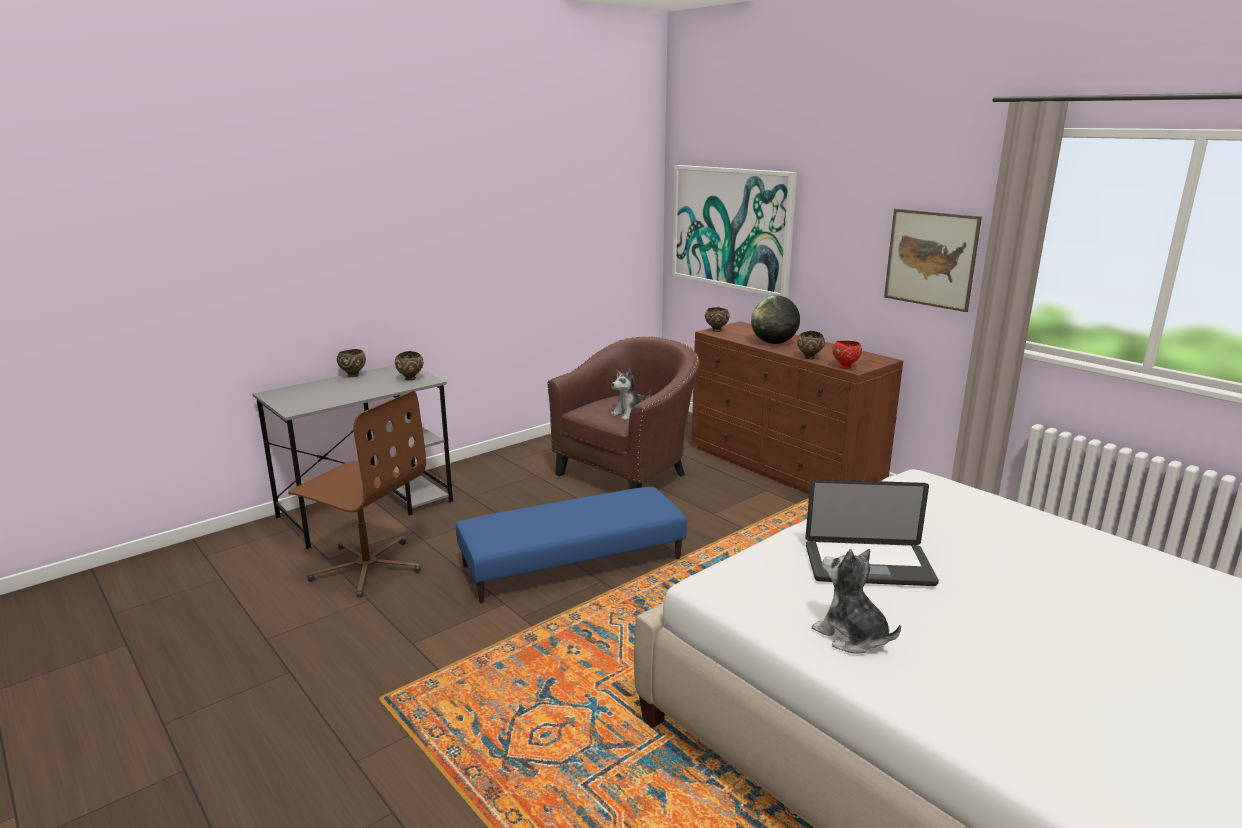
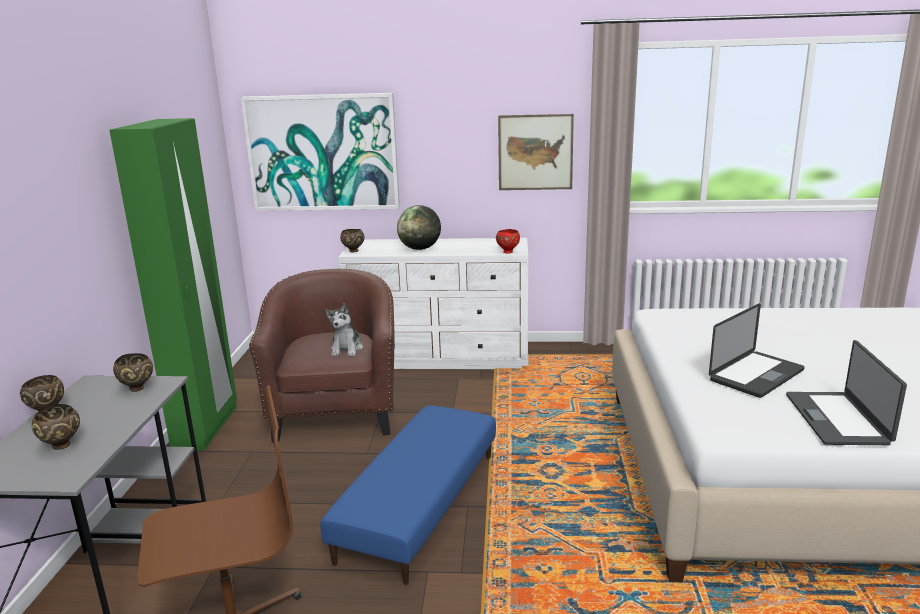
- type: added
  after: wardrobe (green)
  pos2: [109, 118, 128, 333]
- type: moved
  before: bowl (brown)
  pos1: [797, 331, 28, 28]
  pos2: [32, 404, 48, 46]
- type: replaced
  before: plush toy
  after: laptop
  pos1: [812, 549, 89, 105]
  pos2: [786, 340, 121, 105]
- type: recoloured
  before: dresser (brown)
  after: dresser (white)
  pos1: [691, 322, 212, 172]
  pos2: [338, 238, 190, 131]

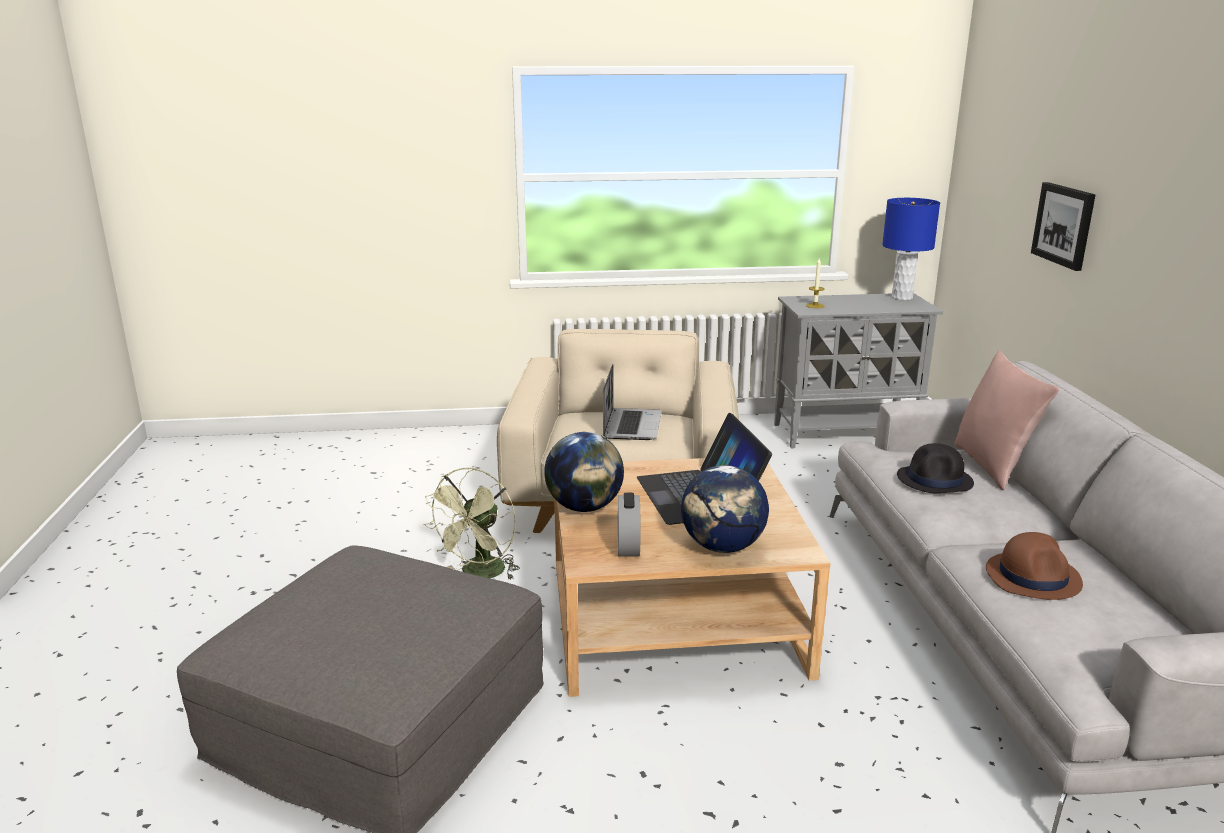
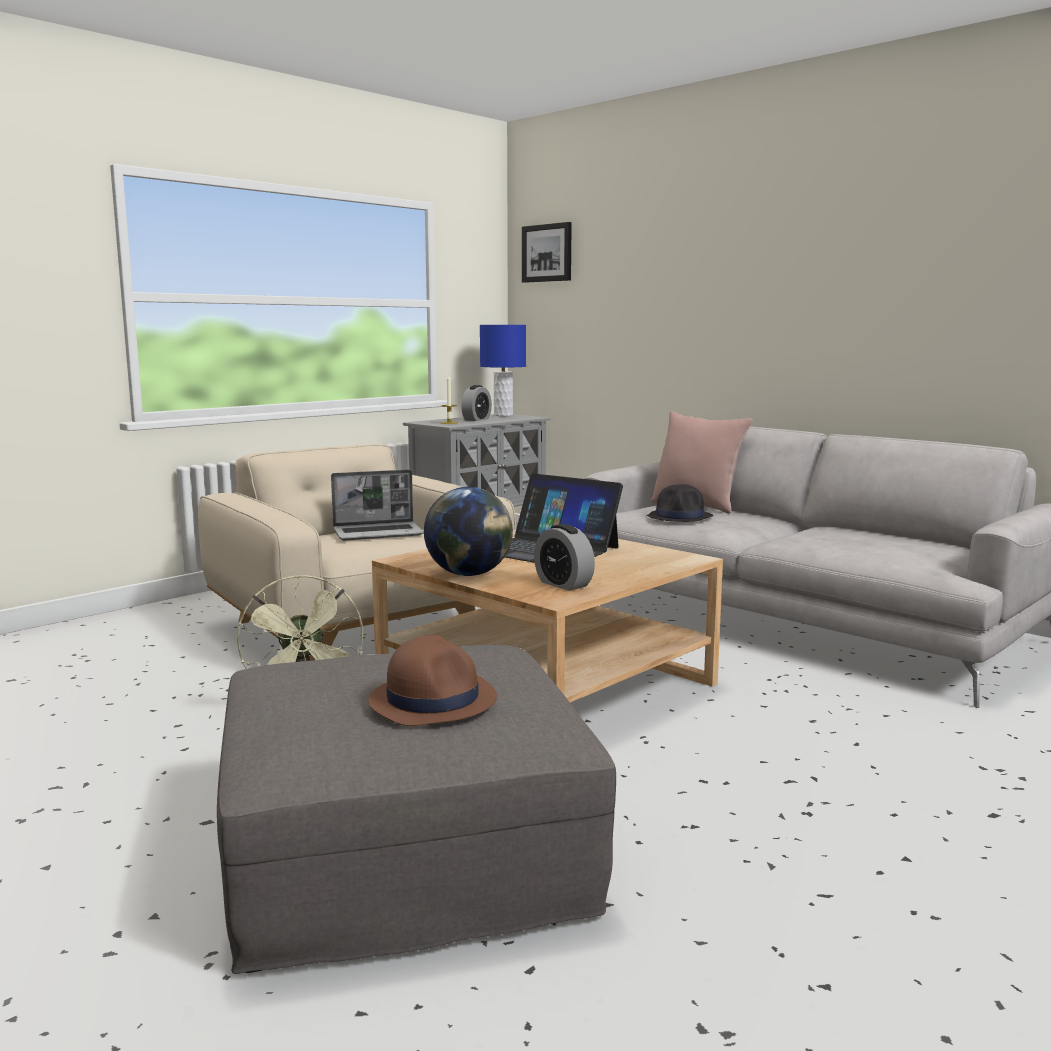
- type: removed
  before: globe
  pos1: [681, 465, 88, 88]
- type: added
  after: alarm clock
  pos2: [461, 385, 31, 36]
- type: moved
  before: hat (brown)
  pos1: [986, 532, 97, 68]
  pos2: [368, 635, 129, 91]
- type: moved
  before: picture
  pos1: [1031, 182, 65, 89]
  pos2: [522, 222, 50, 61]
- type: turned
  before: laptop
  pos1: [603, 364, 59, 76]
  pos2: [331, 470, 93, 70]
  turn: 105

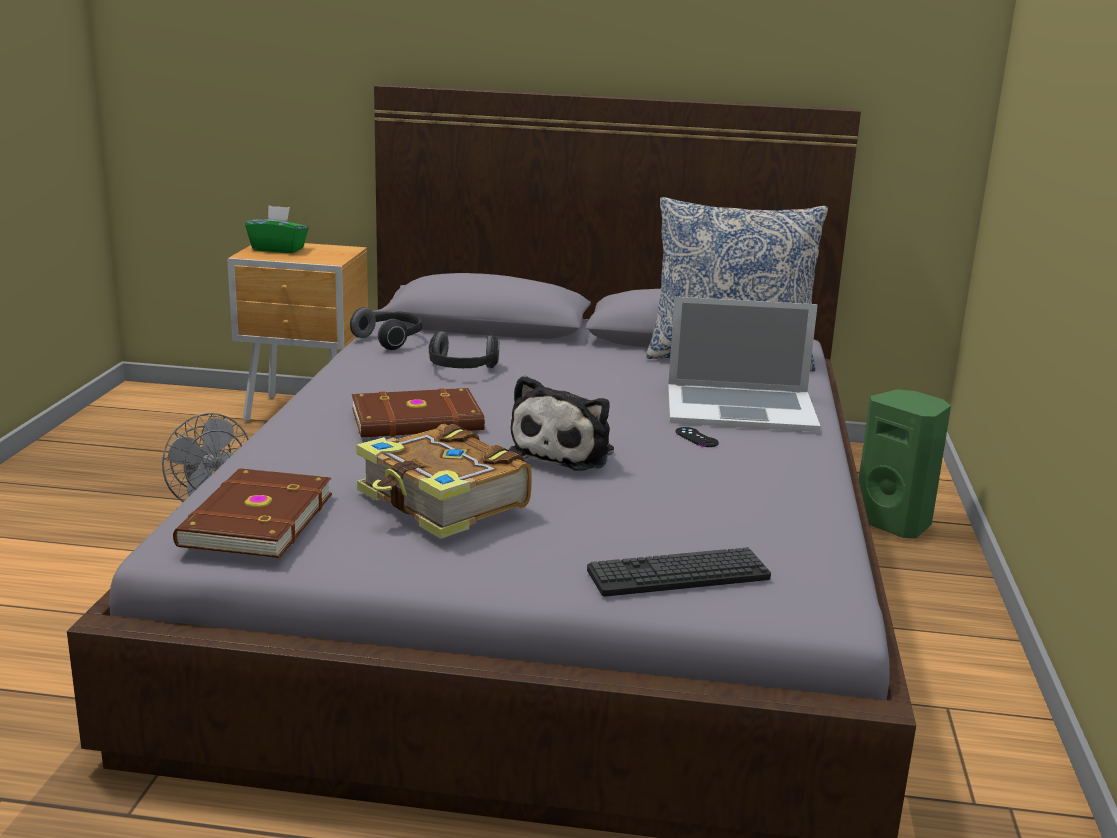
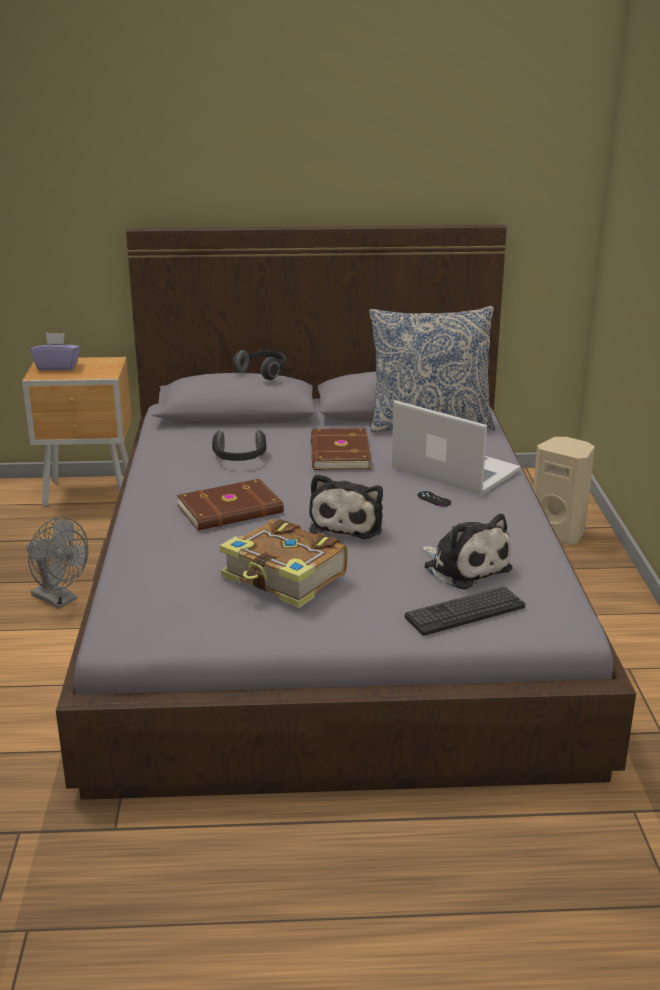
- type: added
  after: plush toy
  pos2: [421, 514, 92, 76]
- type: moved
  before: book (brown)
  pos1: [173, 468, 159, 90]
  pos2: [311, 428, 60, 42]
- type: moved
  before: headphones
  pos1: [350, 307, 72, 43]
  pos2: [233, 350, 53, 30]
- type: recoloured
  before: tissue box (green)
  after: tissue box (purple)
  pos1: [245, 205, 64, 48]
  pos2: [30, 333, 50, 38]
- type: recoloured
  before: speaker (green)
  after: speaker (beige)
  pos1: [859, 389, 92, 149]
  pos2: [533, 437, 62, 108]
- type: turned
  before: laptop
  pos1: [668, 297, 152, 135]
  pos2: [392, 400, 129, 96]
  turn: -135

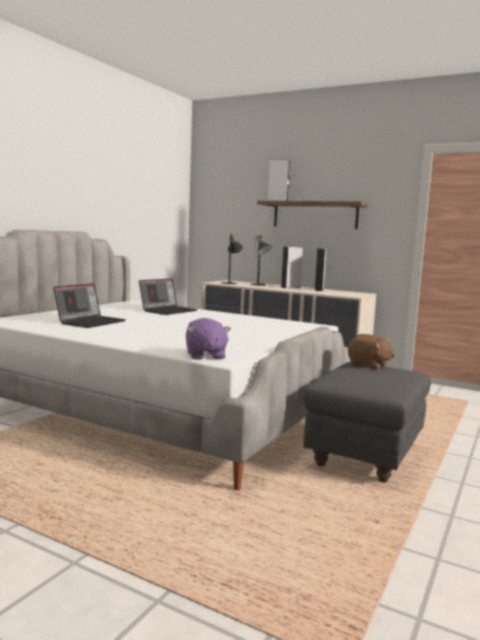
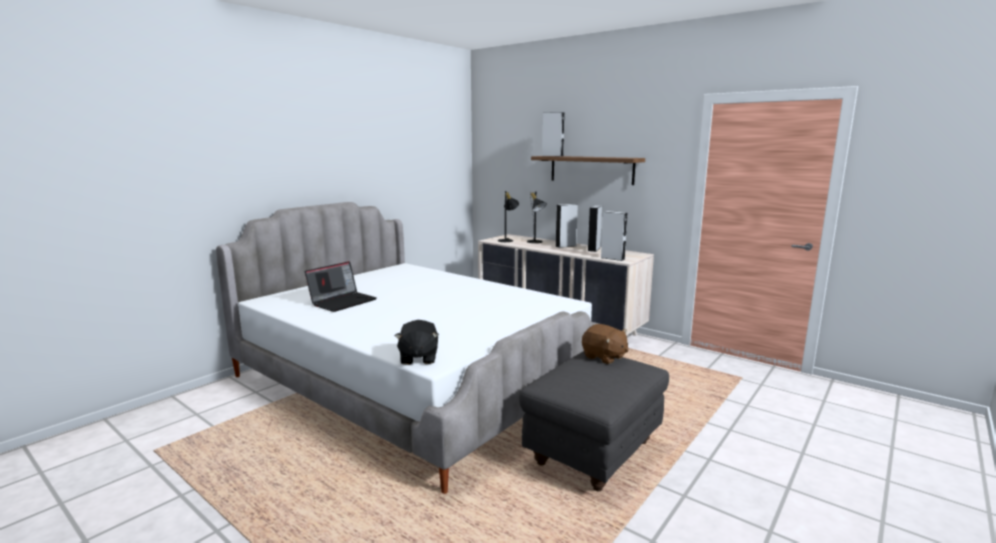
- type: removed
  before: laptop
  pos1: [139, 278, 59, 37]
- type: added
  after: speaker (grey)
  pos2: [601, 211, 26, 50]
- type: recoloured
  before: plush toy (purple)
  after: plush toy (black)
  pos1: [186, 318, 45, 42]
  pos2: [395, 320, 44, 45]

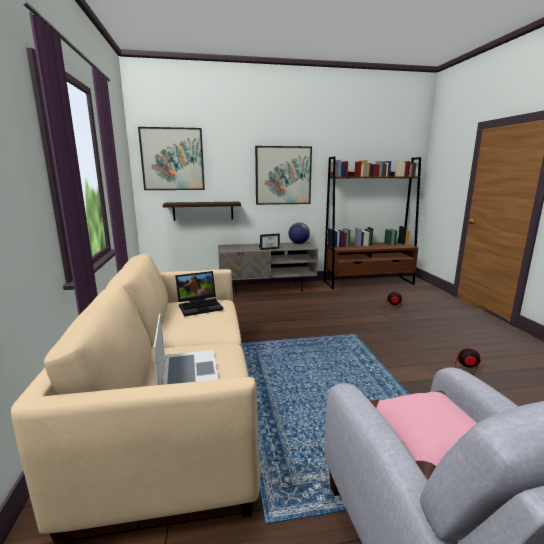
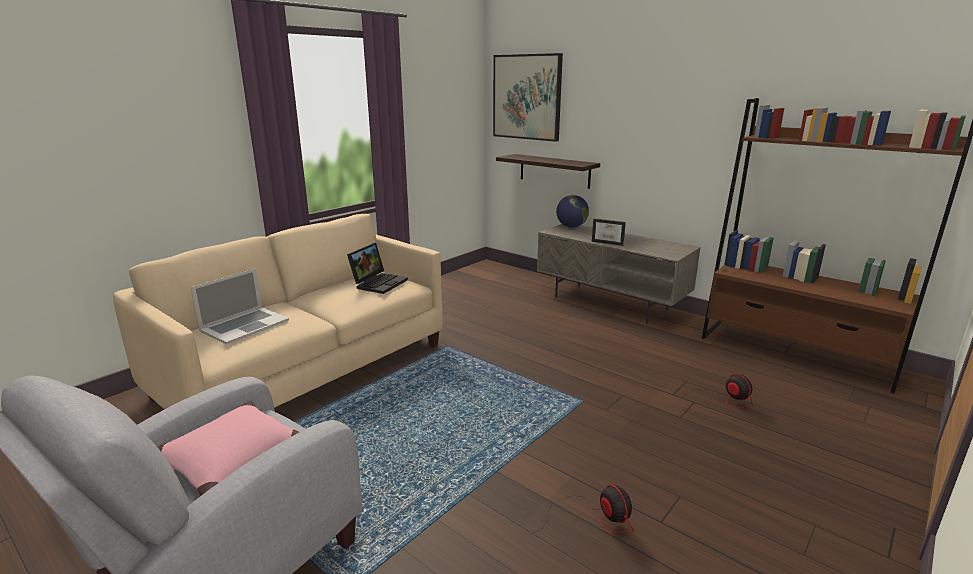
- type: removed
  before: picture
  pos1: [255, 146, 57, 59]
- type: moved
  before: globe
  pos1: [288, 222, 22, 22]
  pos2: [556, 195, 33, 33]
- type: turned
  before: laptop
  pos1: [175, 271, 48, 45]
  pos2: [347, 243, 61, 51]
  turn: -90

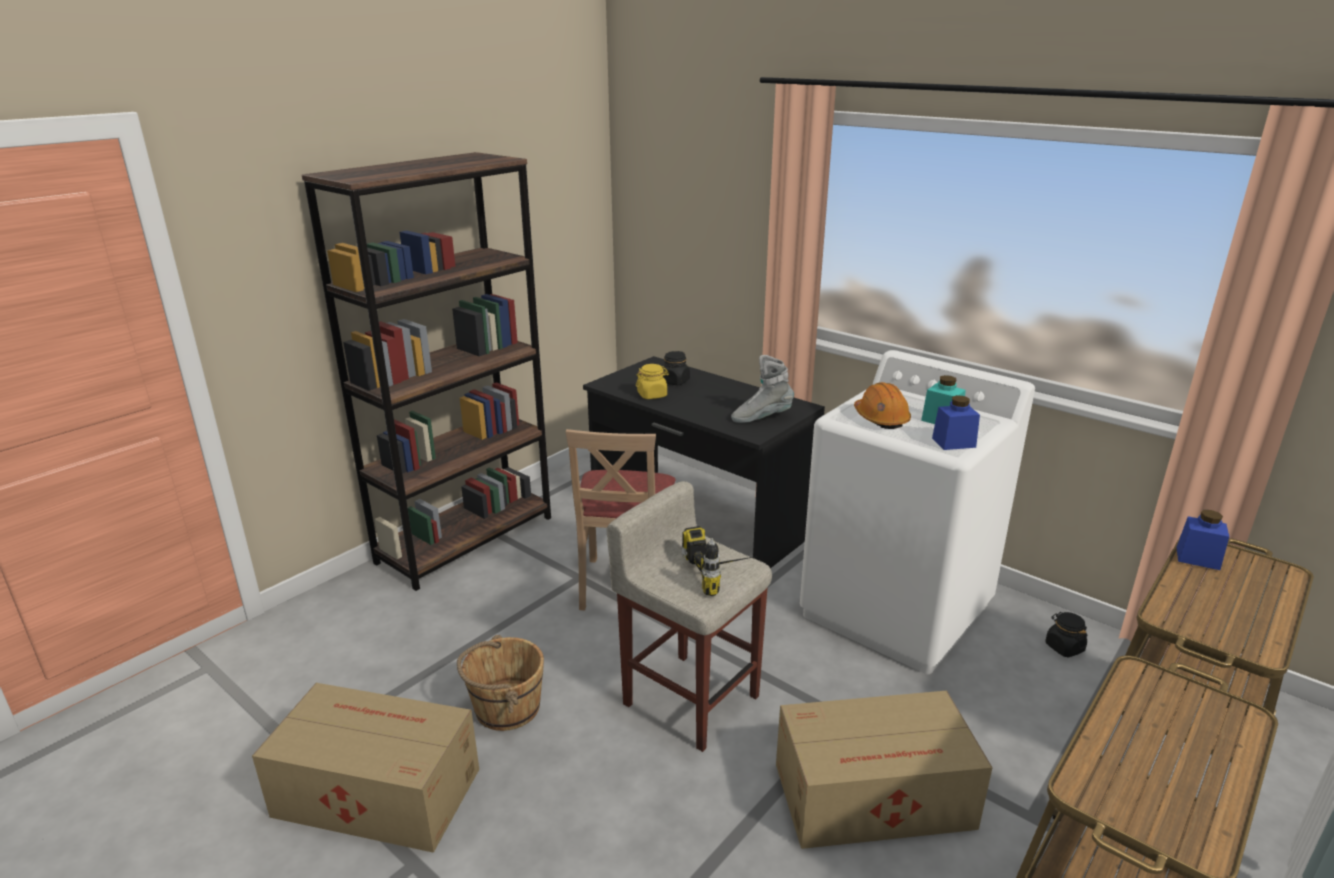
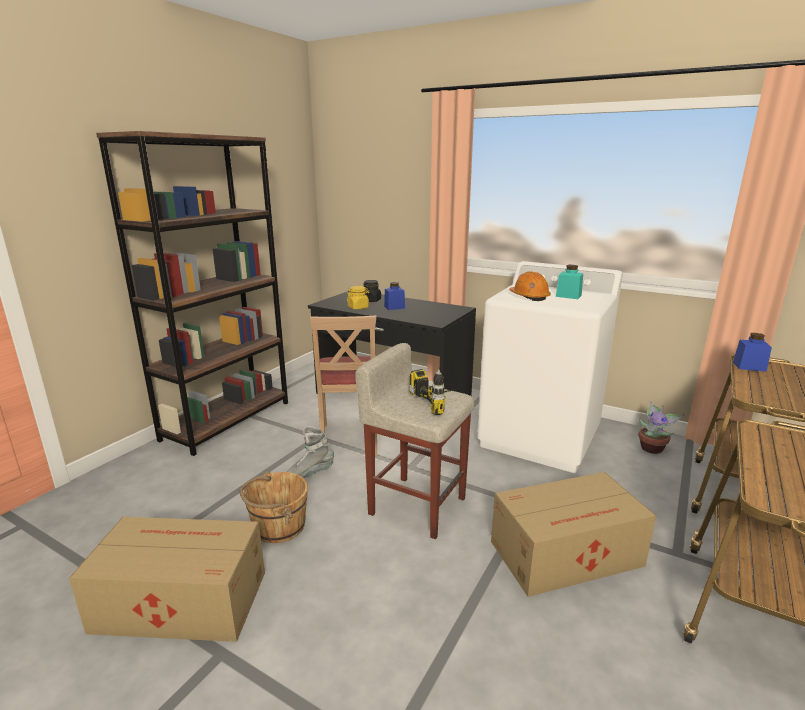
- type: moved
  before: boot (grey)
  pos1: [731, 355, 63, 68]
  pos2: [287, 426, 47, 52]
- type: moved
  before: jar (blue)
  pos1: [932, 395, 48, 55]
  pos2: [384, 282, 21, 28]
- type: replaced
  before: jar (black)
  after: potted plant
  pos1: [1045, 612, 42, 45]
  pos2: [638, 401, 47, 53]

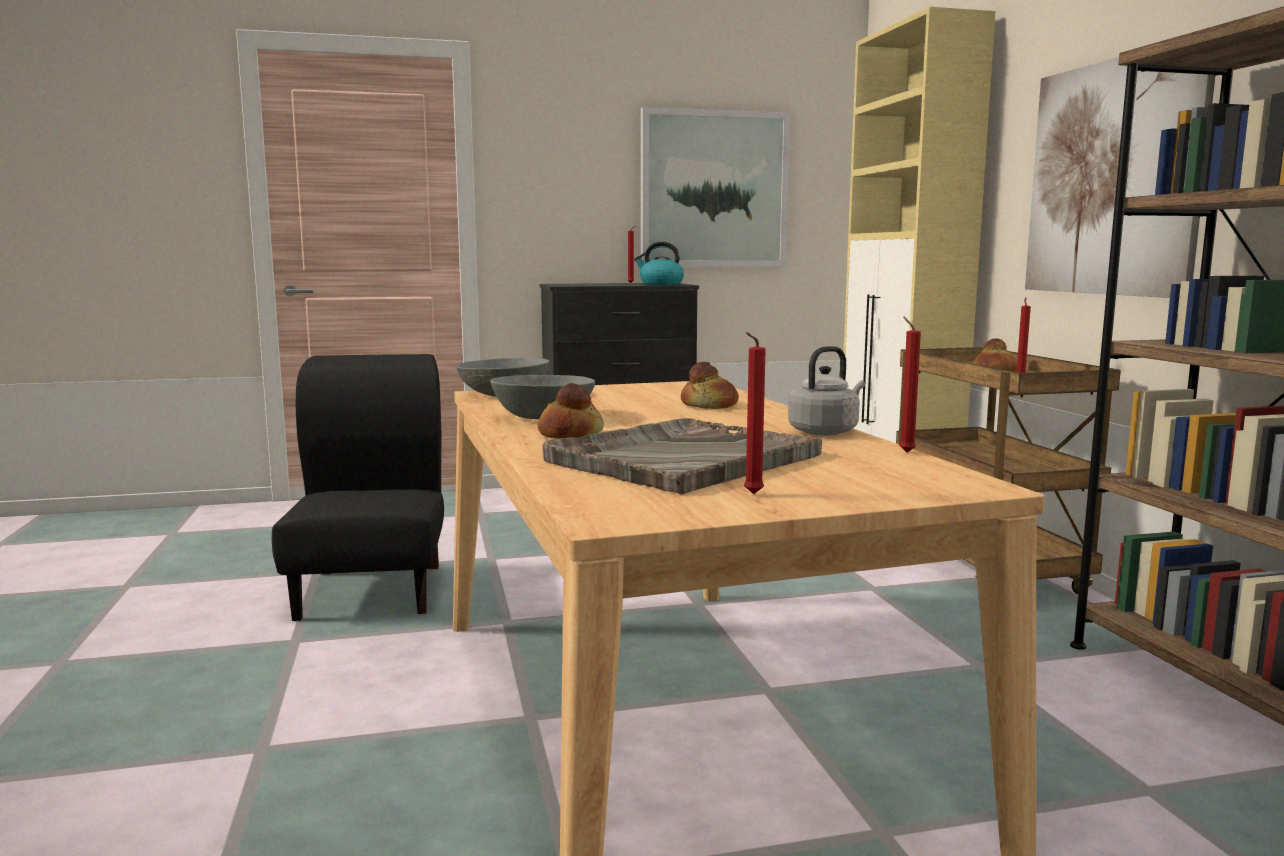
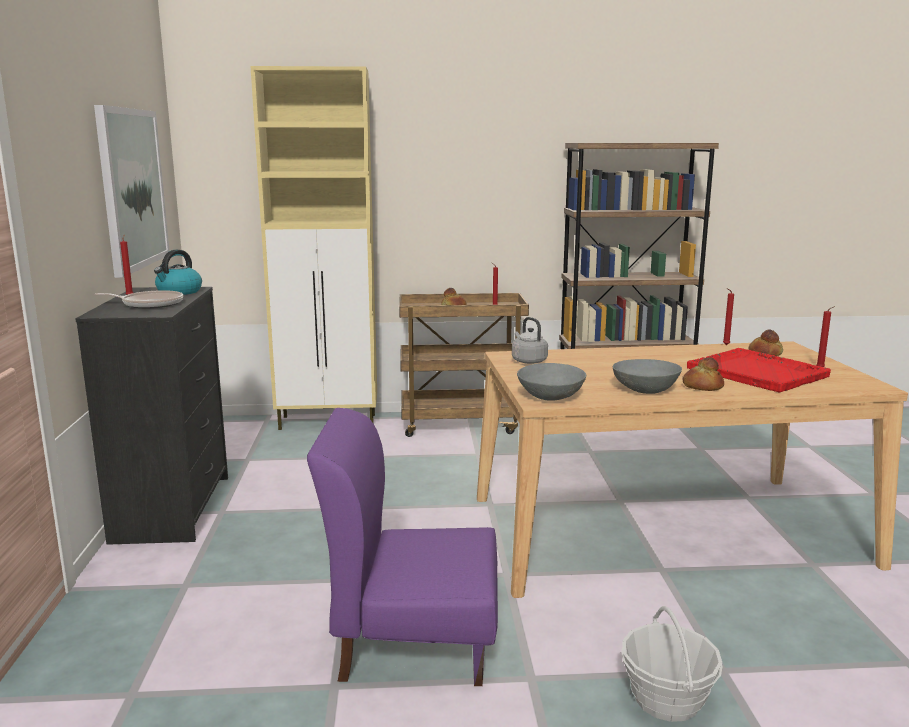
- type: removed
  before: picture
  pos1: [1025, 57, 190, 241]
- type: added
  after: frying pan
  pos2: [95, 290, 88, 19]
- type: added
  after: basket
  pos2: [621, 606, 102, 116]
- type: moved
  before: bread
  pos1: [681, 362, 58, 47]
  pos2: [749, 329, 34, 27]
- type: moved
  before: kettle (grey)
  pos1: [788, 346, 77, 90]
  pos2: [512, 317, 36, 47]
- type: recoloured
  before: chair (black)
  after: chair (purple)
  pos1: [272, 354, 172, 267]
  pos2: [307, 408, 191, 278]
- type: recoloured
  before: tray (grey)
  after: tray (red)
  pos1: [542, 418, 280, 77]
  pos2: [687, 348, 144, 44]

